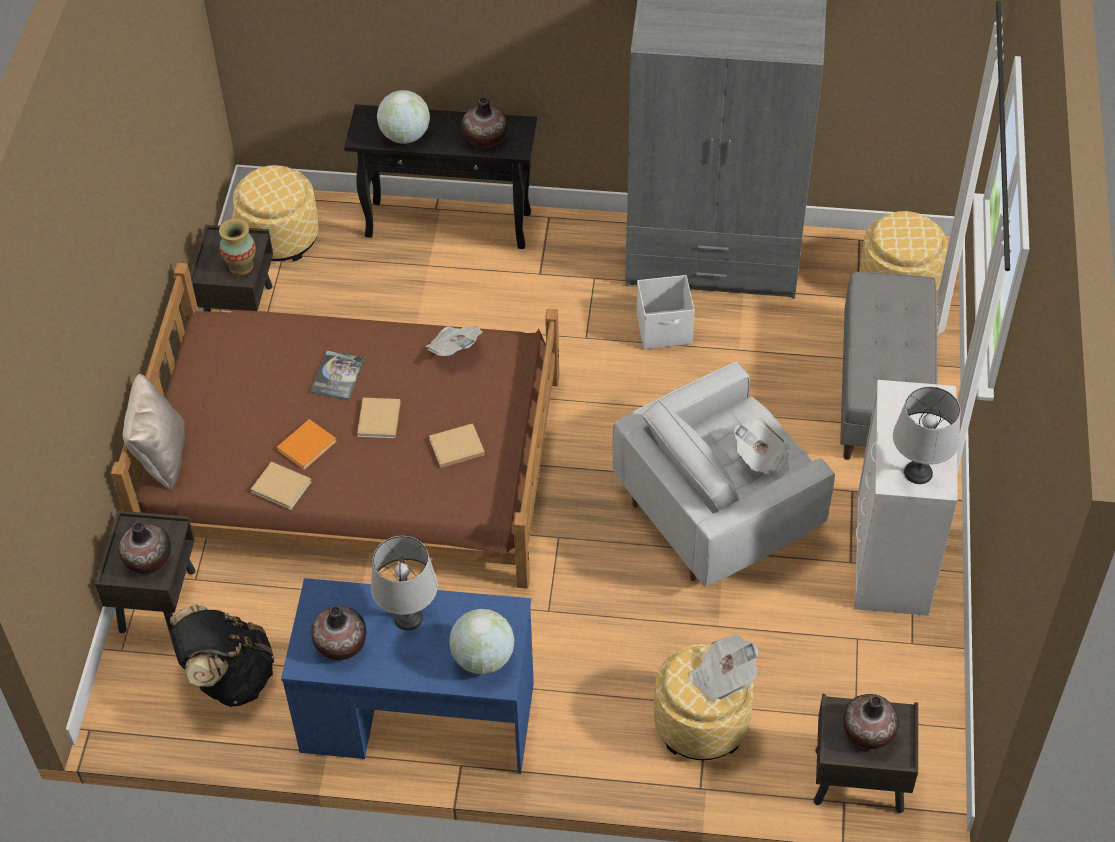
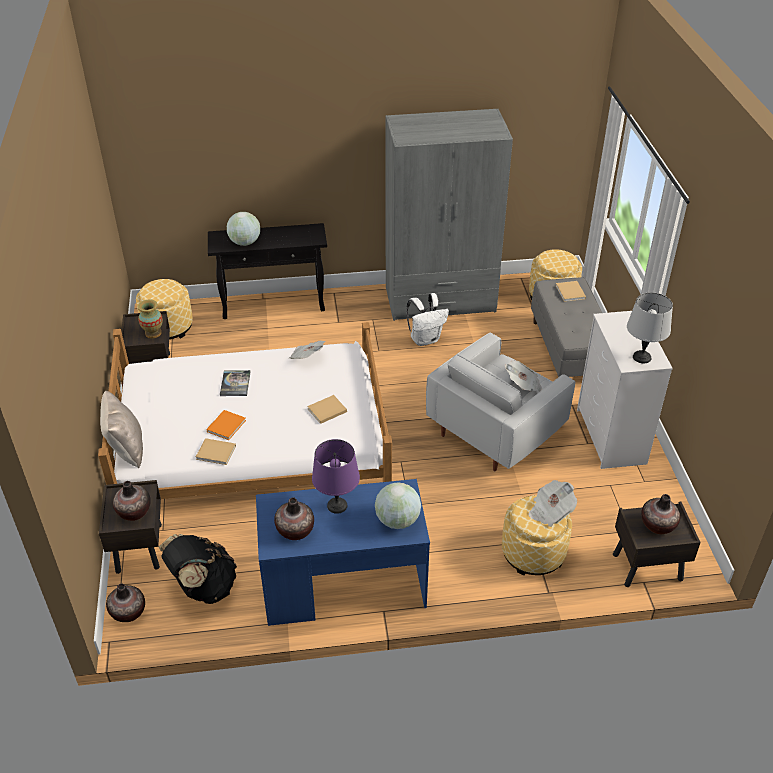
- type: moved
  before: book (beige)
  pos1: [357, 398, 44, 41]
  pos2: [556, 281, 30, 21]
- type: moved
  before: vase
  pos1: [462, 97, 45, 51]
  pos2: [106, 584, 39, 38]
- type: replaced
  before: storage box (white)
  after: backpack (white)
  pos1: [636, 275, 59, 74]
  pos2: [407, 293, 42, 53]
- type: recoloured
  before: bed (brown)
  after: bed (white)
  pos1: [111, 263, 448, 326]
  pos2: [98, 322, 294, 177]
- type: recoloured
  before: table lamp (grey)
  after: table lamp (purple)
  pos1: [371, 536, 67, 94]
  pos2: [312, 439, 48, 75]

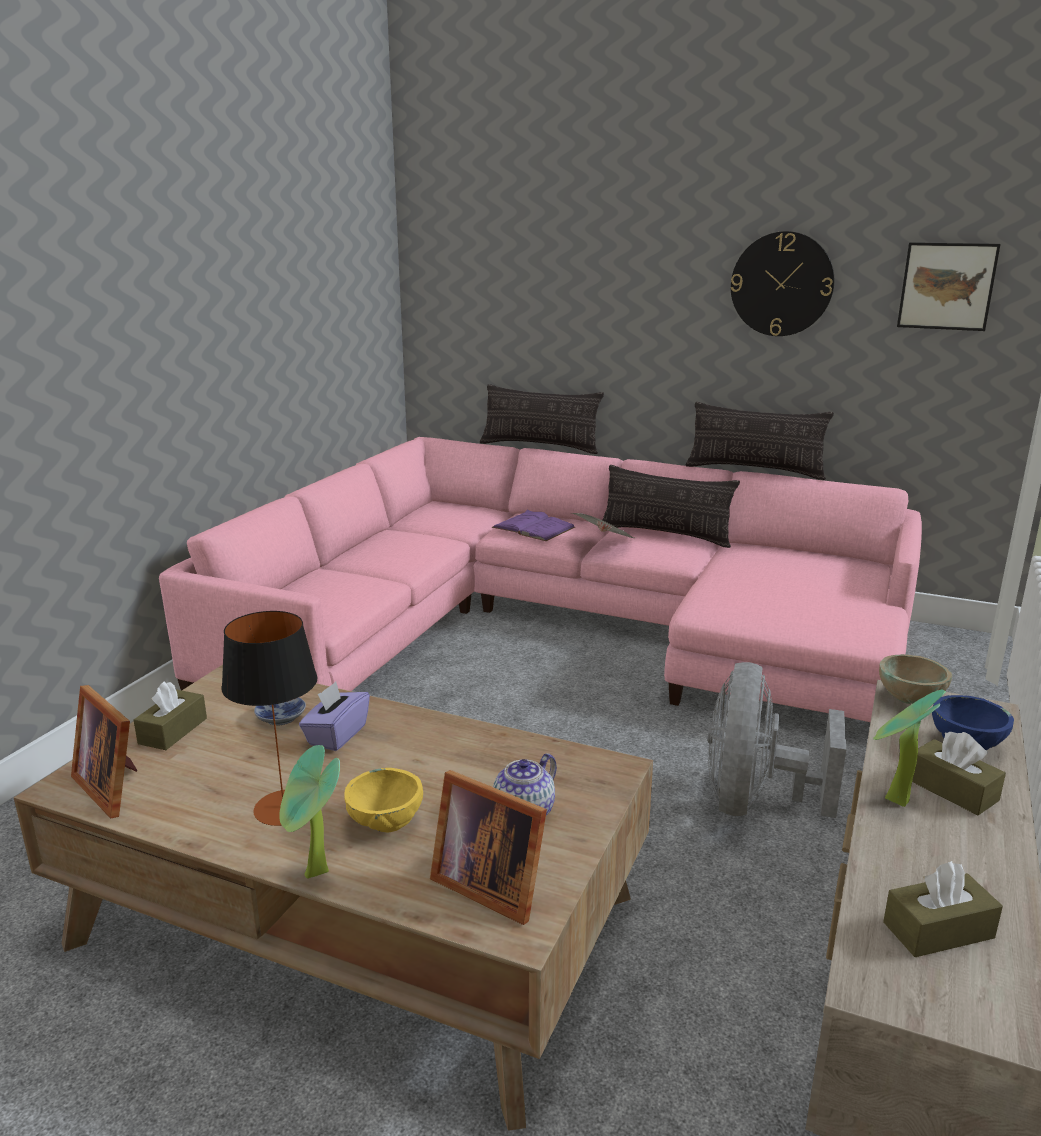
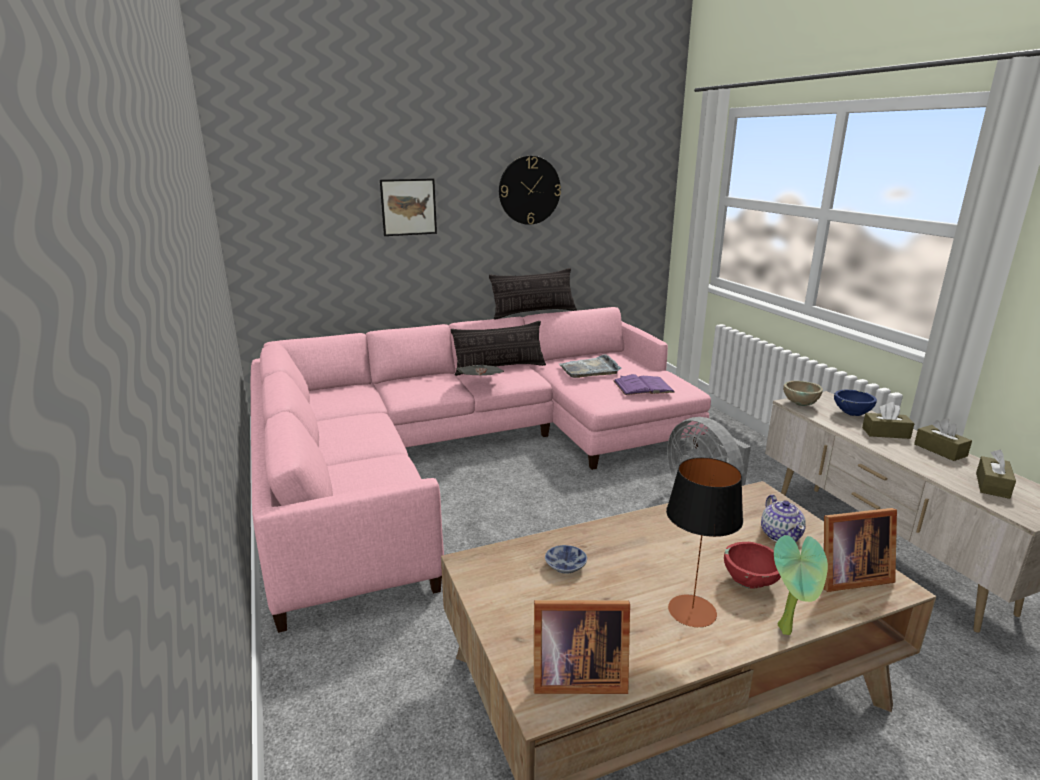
- type: removed
  before: tissue box (purple)
  pos1: [299, 681, 71, 70]
- type: removed
  before: pillow
  pos1: [480, 384, 124, 70]
- type: removed
  before: potted plant
  pos1: [873, 690, 73, 117]
- type: added
  after: tray (grey)
  pos2: [559, 354, 62, 24]
- type: moved
  before: tissue box (brown)
  pos1: [134, 681, 73, 69]
  pos2: [914, 418, 58, 43]
- type: moved
  before: book (purple)
  pos1: [492, 510, 83, 31]
  pos2: [613, 374, 62, 21]
- type: moved
  before: picture
  pos1: [897, 242, 104, 89]
  pos2: [380, 178, 57, 58]
- type: recoloured
  before: bowl (yellow)
  after: bowl (red)
  pos1: [344, 768, 79, 65]
  pos2: [724, 542, 57, 47]

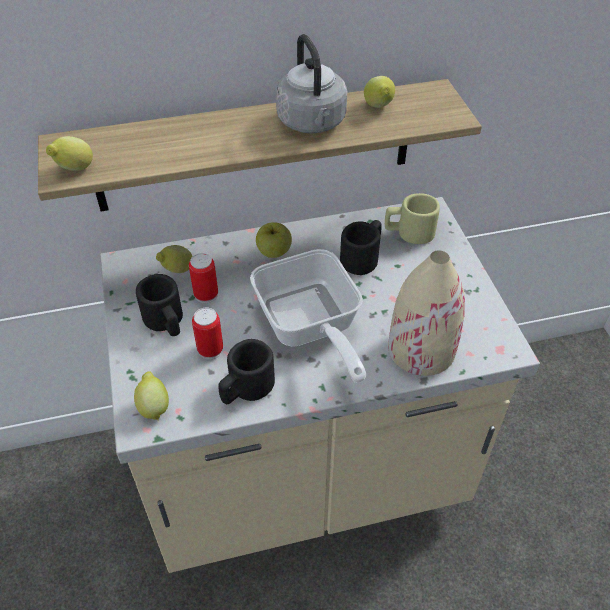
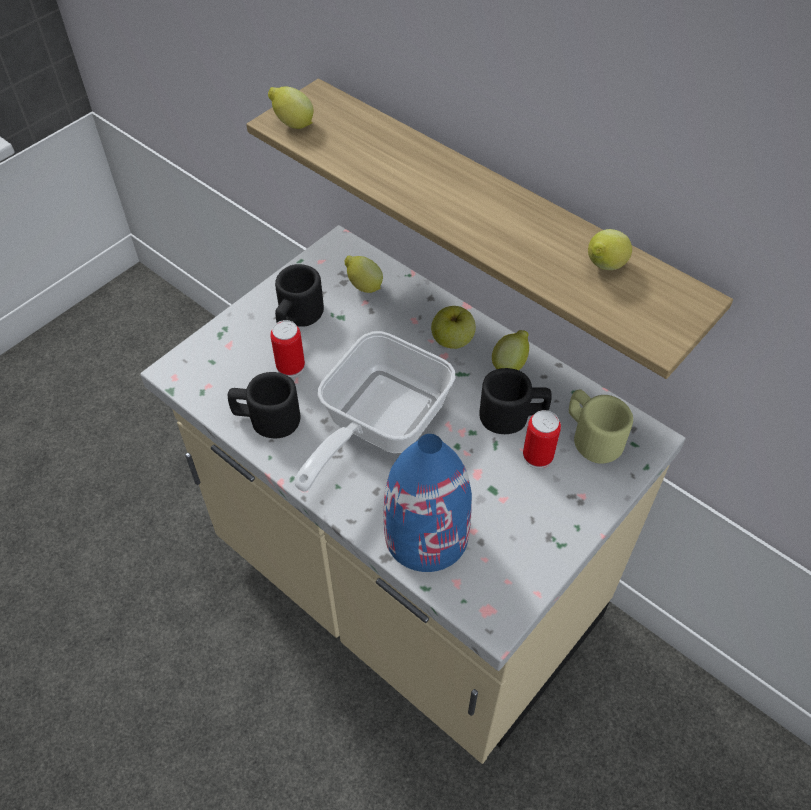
- type: removed
  before: kettle (grey)
  pos1: [276, 34, 71, 99]
- type: moved
  before: lemon
  pos1: [134, 371, 35, 49]
  pos2: [492, 330, 37, 40]
- type: moved
  before: can
  pos1: [189, 253, 29, 50]
  pos2: [523, 410, 38, 59]
- type: recoloured
  before: vase (beige)
  after: vase (blue)
  pos1: [388, 250, 77, 126]
  pos2: [384, 434, 88, 138]

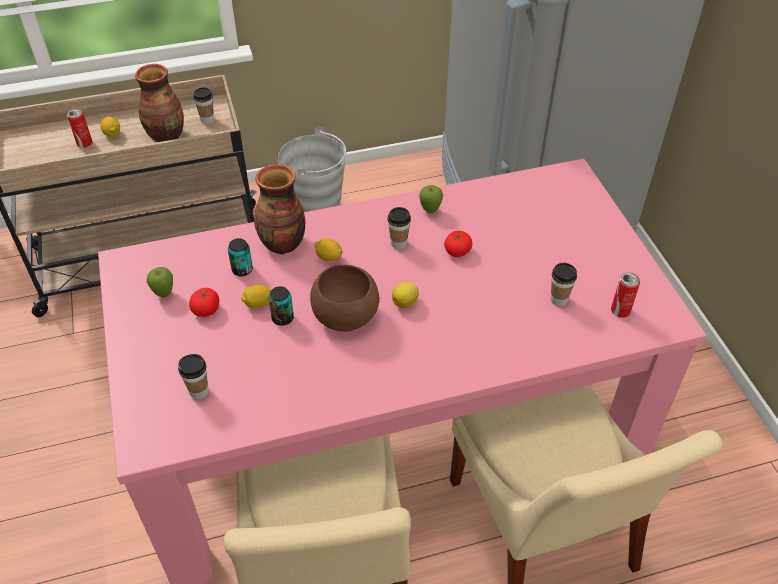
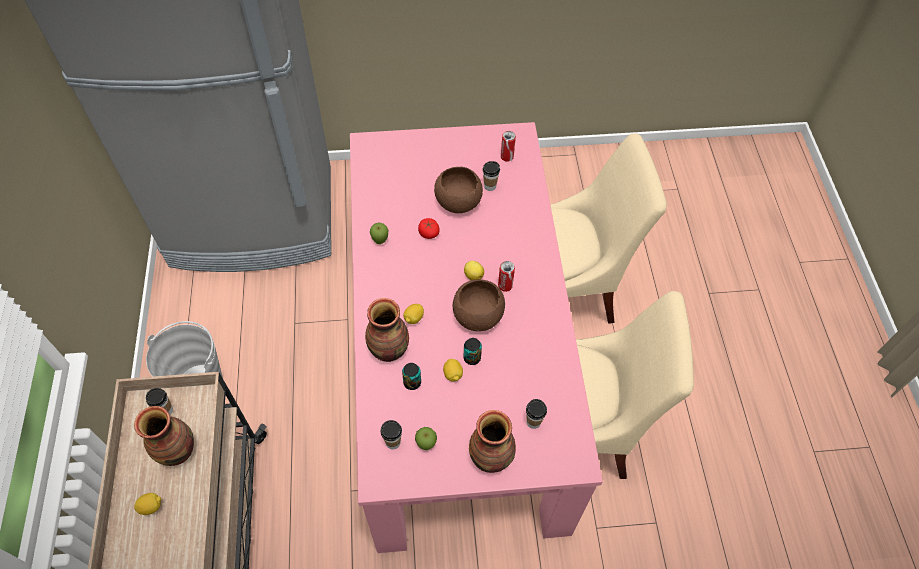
- type: removed
  before: tomato
  pos1: [189, 288, 30, 29]
- type: added
  after: bowl (brown)
  pos2: [434, 167, 49, 46]
- type: added
  after: vase
  pos2: [469, 410, 47, 63]
- type: moved
  before: can
  pos1: [67, 109, 26, 39]
  pos2: [498, 261, 17, 31]
- type: moved
  before: cup
  pos1: [387, 207, 24, 42]
  pos2: [380, 420, 22, 29]

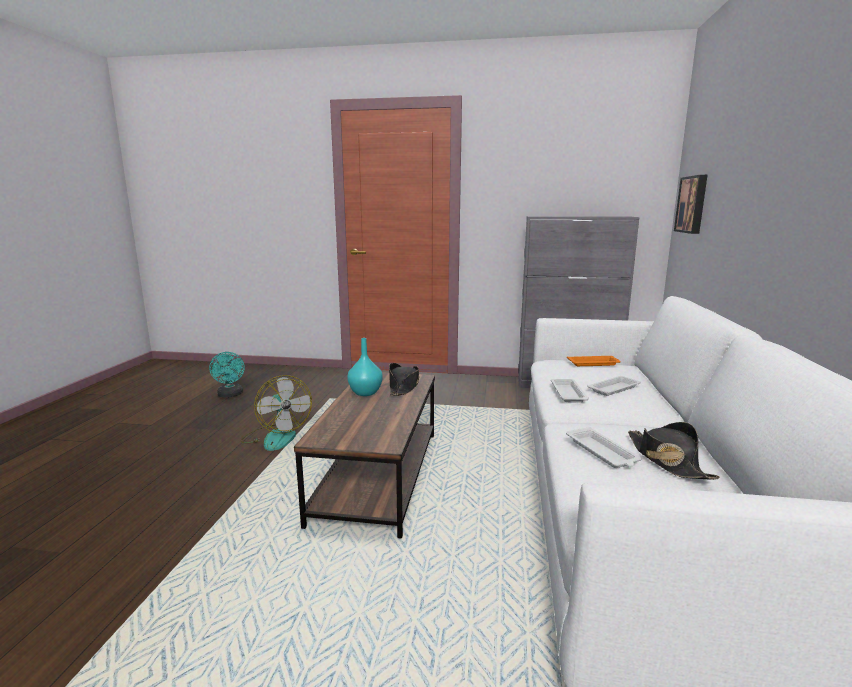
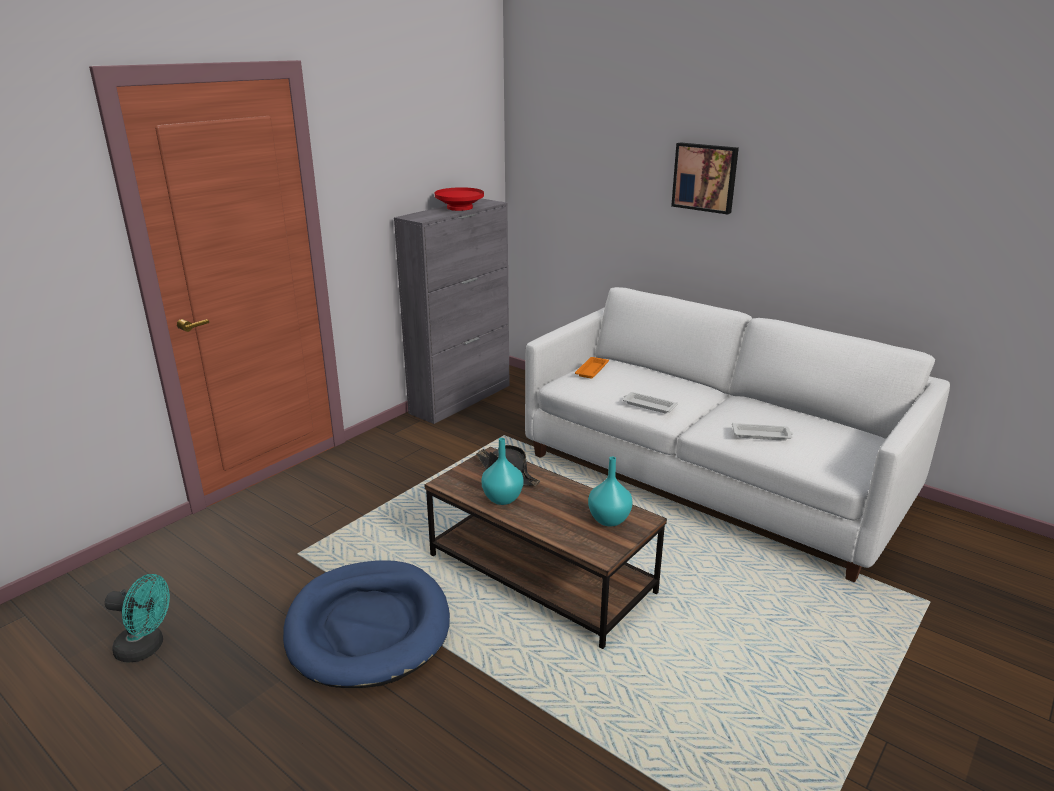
- type: removed
  before: tray (white)
  pos1: [587, 376, 54, 20]
- type: removed
  before: hat (black)
  pos1: [628, 422, 92, 58]
- type: added
  after: bowl (red)
  pos2: [435, 187, 49, 24]
- type: added
  after: vase (turquoise)
  pos2: [588, 457, 45, 70]
- type: moved
  before: picture
  pos1: [674, 175, 33, 59]
  pos2: [671, 142, 68, 72]
- type: replaced
  before: fan
  after: dog bed (blue)
  pos1: [241, 375, 71, 76]
  pos2: [283, 560, 167, 128]

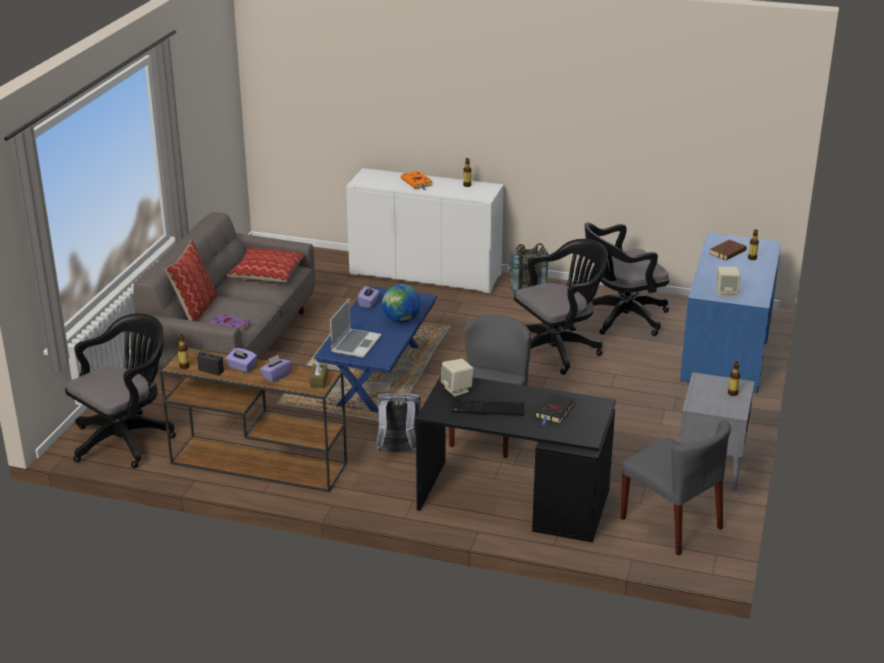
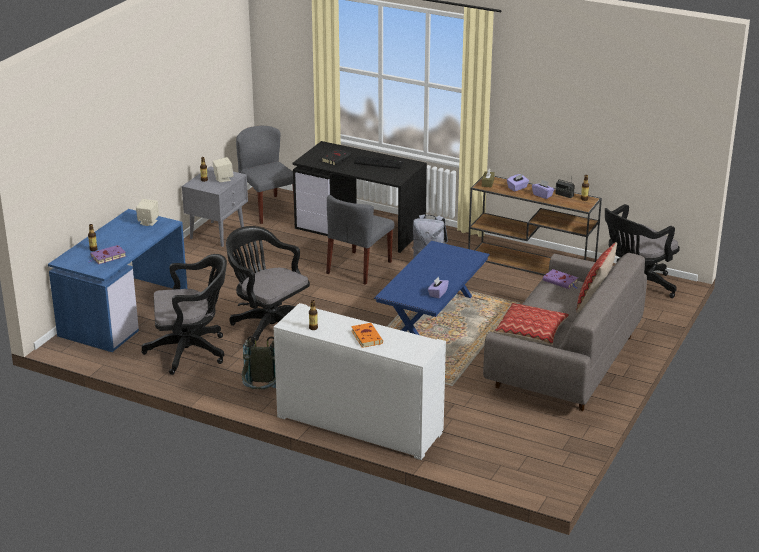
- type: removed
  before: laptop
  pos1: [330, 299, 52, 59]
- type: removed
  before: globe
  pos1: [382, 284, 39, 39]
- type: moved
  before: speaker (beige)
  pos1: [441, 359, 33, 37]
  pos2: [212, 157, 21, 25]
- type: recoloured
  before: book (brown)
  after: book (purple)
  pos1: [710, 240, 37, 20]
  pos2: [89, 245, 37, 19]
- type: turned
  before: office chair (black)
  pos1: [514, 239, 94, 136]
  pos2: [226, 226, 84, 118]
  turn: 60

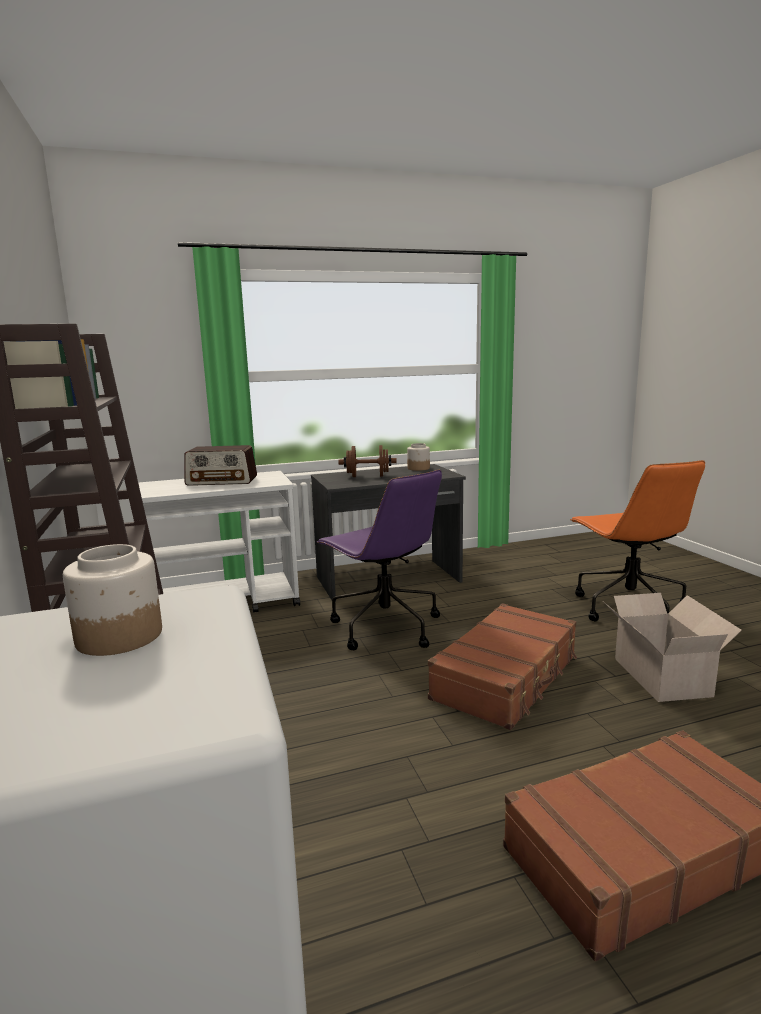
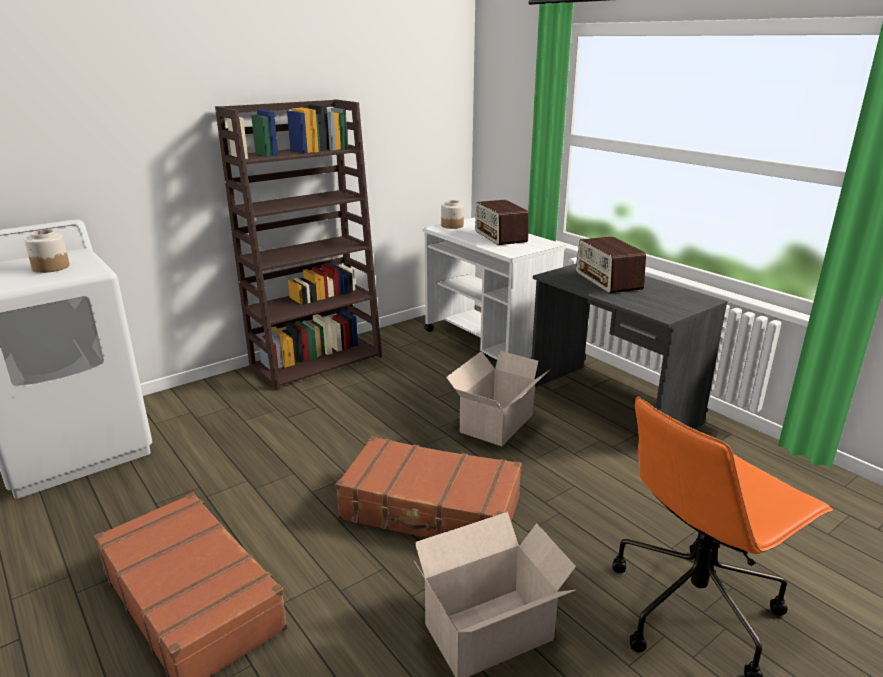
- type: moved
  before: jar
  pos1: [407, 443, 23, 28]
  pos2: [441, 200, 23, 29]
- type: replaced
  before: office chair (purple)
  after: cardboard box
  pos1: [317, 470, 125, 180]
  pos2: [446, 351, 105, 95]
- type: replaced
  before: dumbbell (brown)
  after: radio
  pos1: [338, 445, 59, 32]
  pos2: [576, 236, 70, 57]

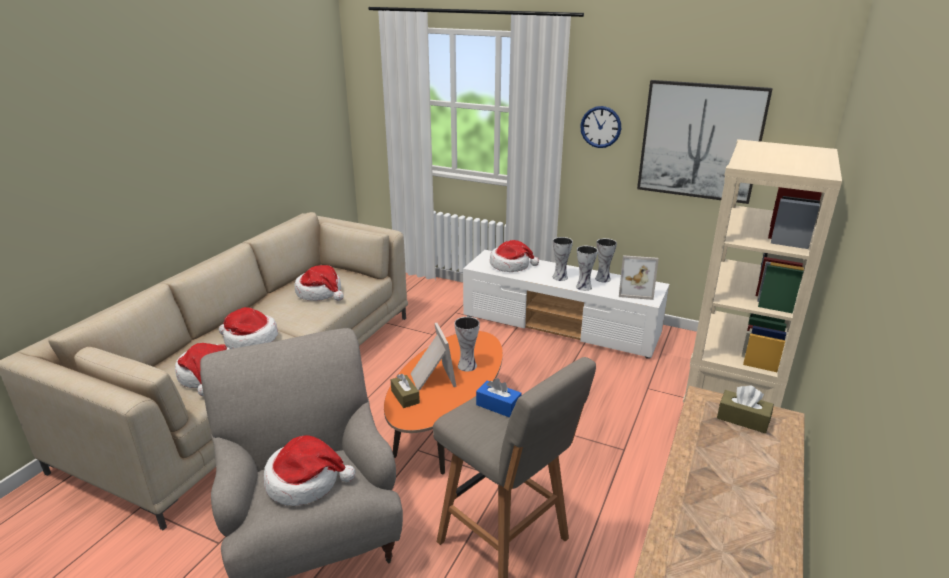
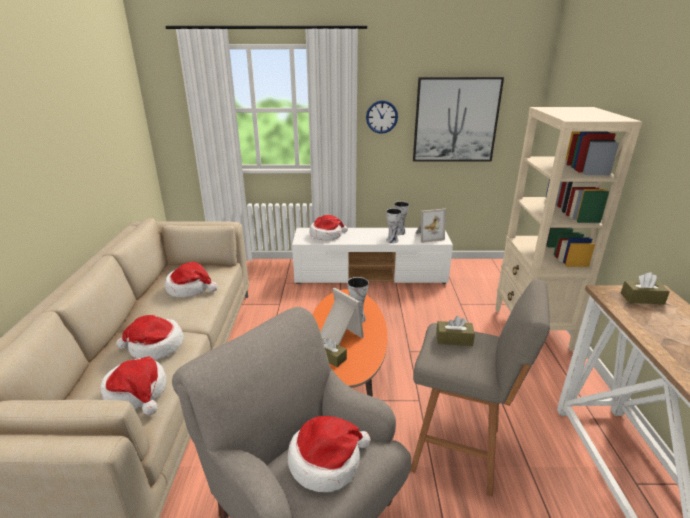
- type: removed
  before: vase
  pos1: [553, 237, 20, 44]
- type: recoloured
  before: tissue box (blue)
  after: tissue box (brown)
  pos1: [476, 378, 46, 40]
  pos2: [436, 316, 39, 30]

